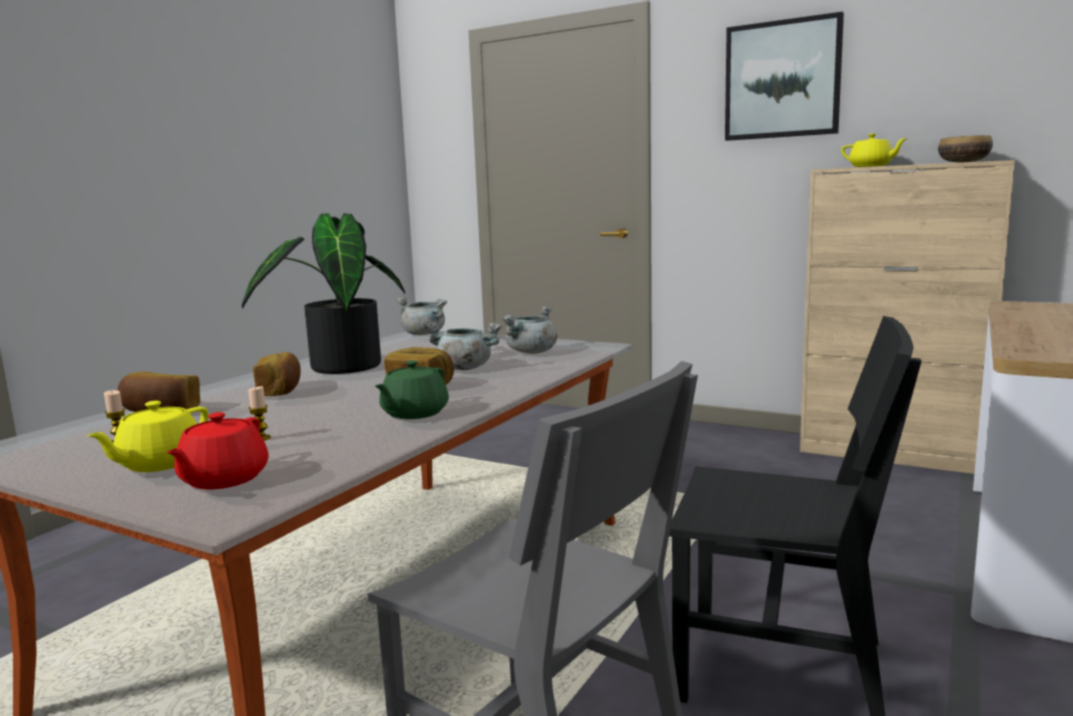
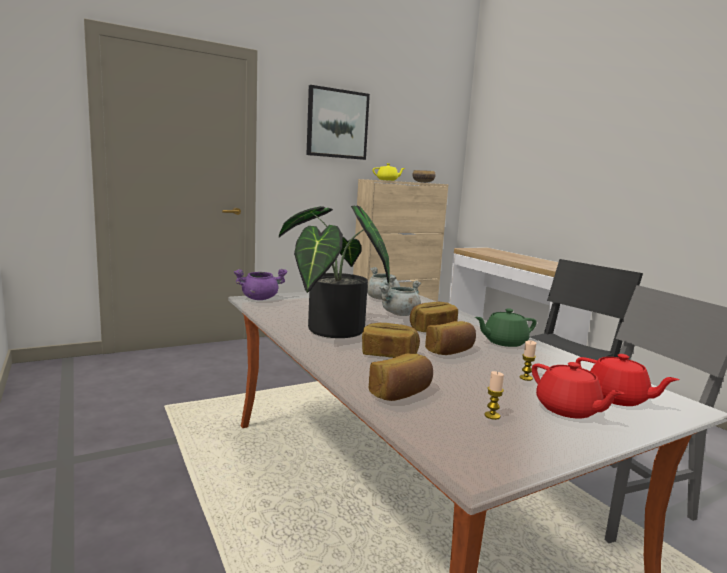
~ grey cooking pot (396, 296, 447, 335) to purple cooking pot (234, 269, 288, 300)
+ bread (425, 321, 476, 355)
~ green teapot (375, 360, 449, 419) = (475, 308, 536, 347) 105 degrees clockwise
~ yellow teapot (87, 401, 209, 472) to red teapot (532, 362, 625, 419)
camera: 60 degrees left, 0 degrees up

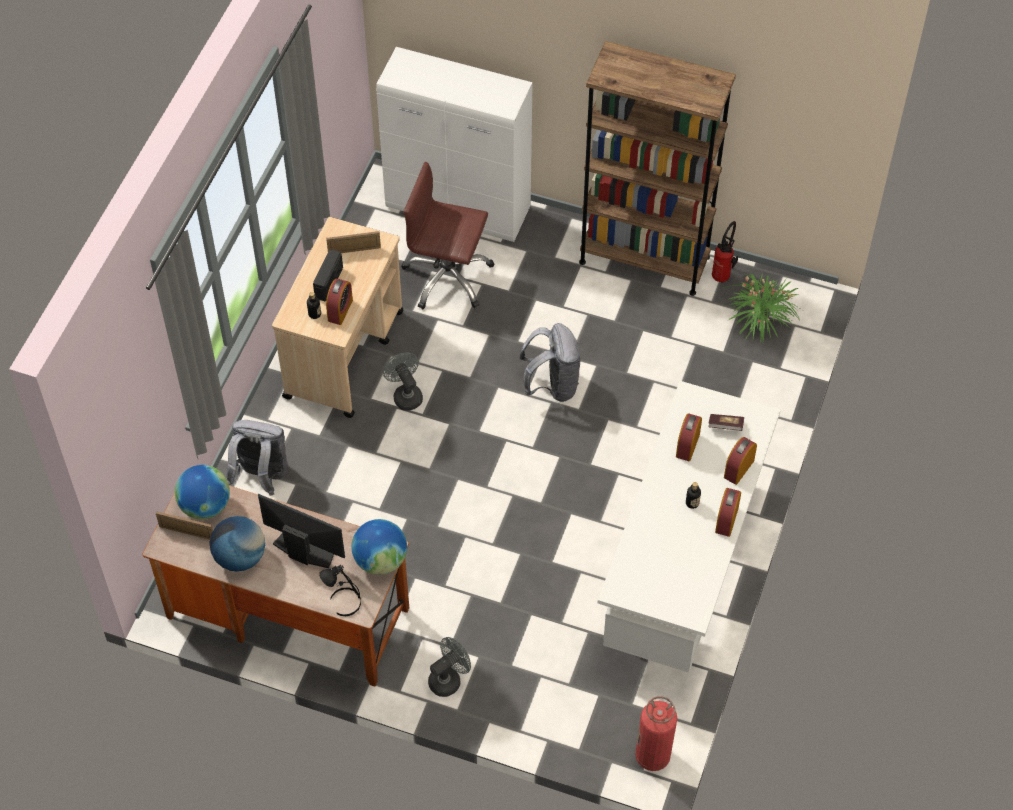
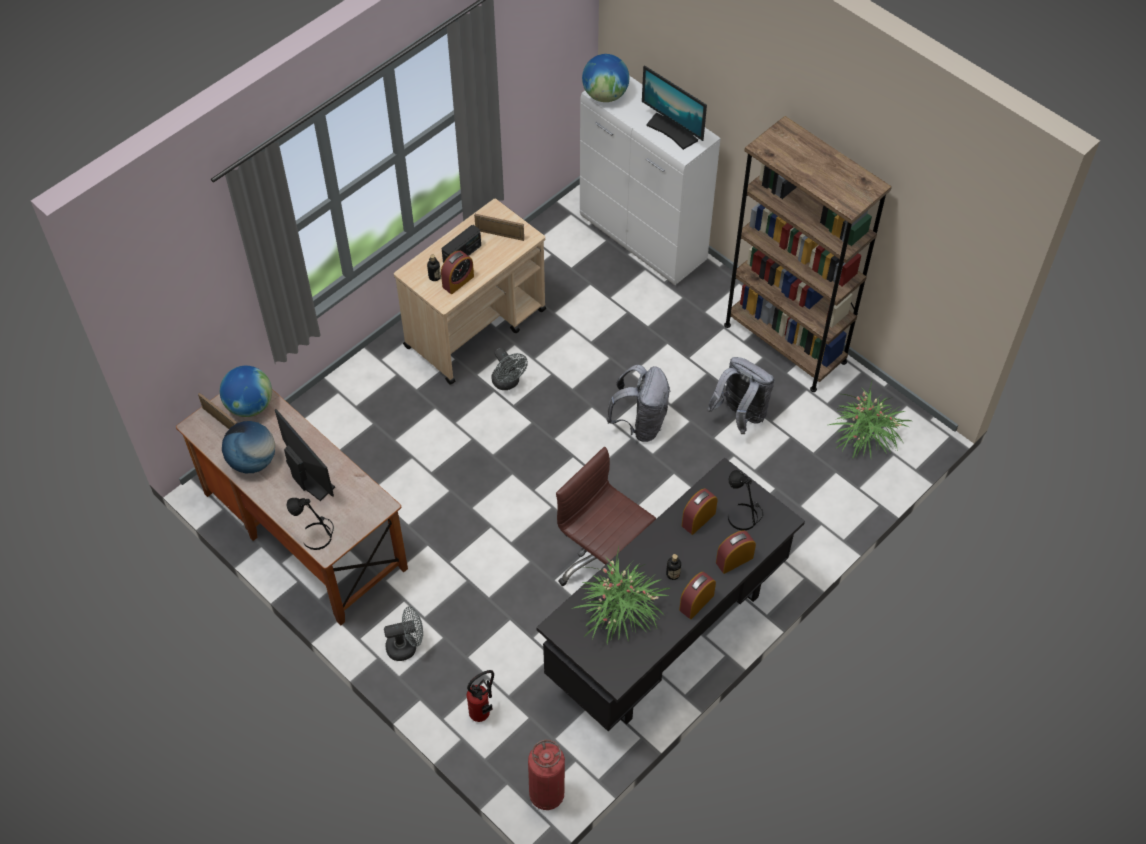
~ fire extinguisher (712, 221, 738, 283) to (467, 670, 494, 722)
~ grey fan (383, 353, 423, 411) = (491, 348, 528, 390) 150 degrees clockwise
~ white desk (598, 381, 781, 673) to black desk (536, 457, 805, 731)
~ brown office chair (401, 162, 494, 309) to (556, 447, 656, 586)
+ potted plant (574, 547, 670, 644)
~ globe (352, 519, 407, 575) to (582, 54, 629, 102)
+ monitor (642, 66, 707, 150)
~ grey backpack (227, 420, 288, 496) to (707, 357, 774, 434)
~ book (708, 414, 744, 431) to black table lamp (728, 470, 763, 531)
camera: 25 degrees right, 0 degrees up

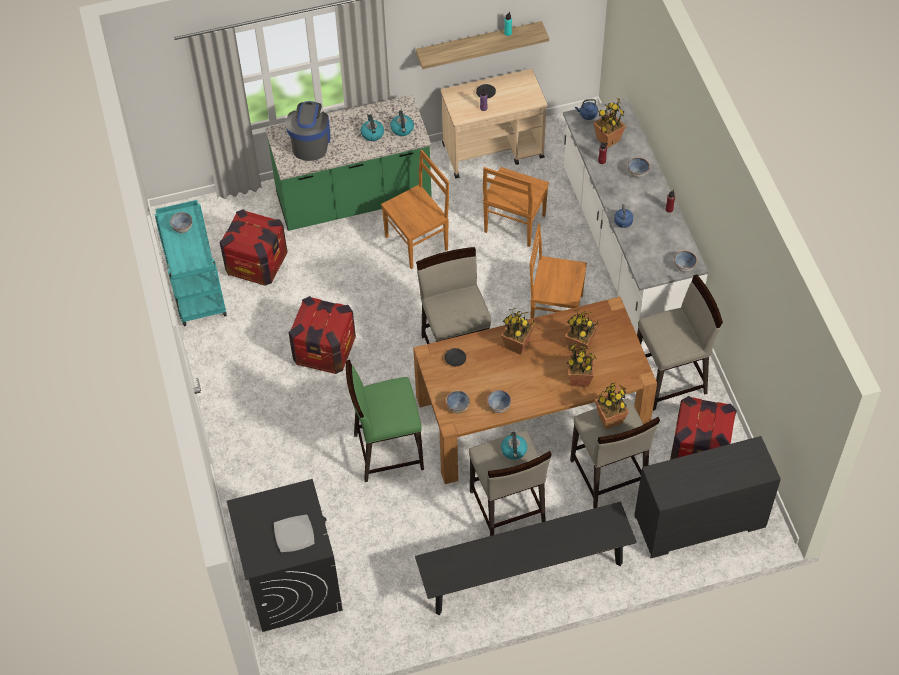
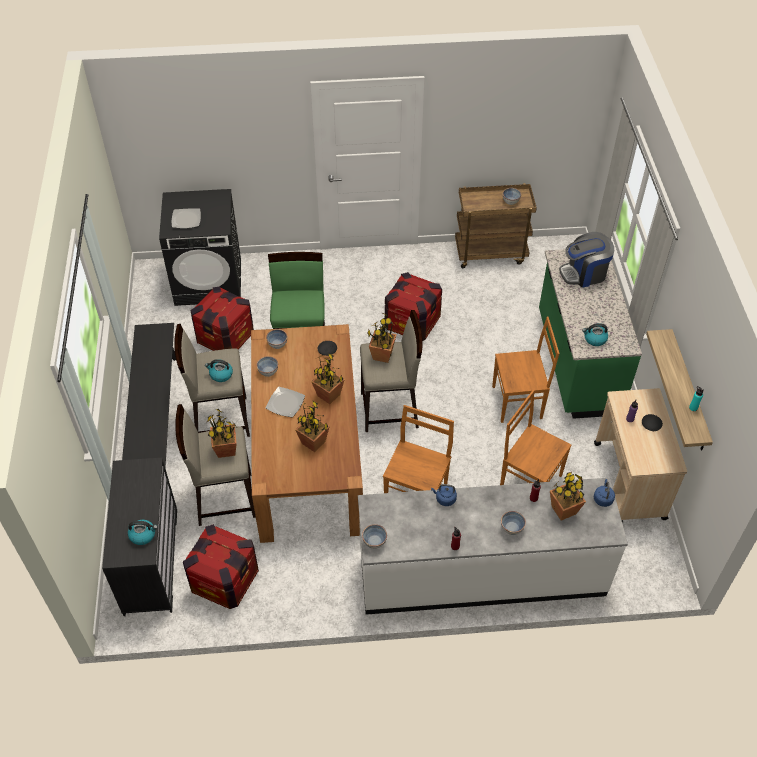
~ kettle (361, 114, 384, 141) to (128, 520, 158, 545)
~ crate (220, 209, 288, 286) to (191, 286, 254, 351)
+ plate (266, 387, 305, 417)
~ potted plant (567, 339, 597, 387) to (367, 313, 397, 363)
~ turquoise cart (154, 200, 227, 326) to brown cart (455, 183, 537, 268)
~ brown chair (381, 149, 449, 269) = (492, 317, 560, 423) 75 degrees counterclockwise
~ coffee machine (286, 101, 331, 161) = (559, 232, 614, 288) 150 degrees clockwise
- beige stool (637, 275, 723, 411)
camera: 100 degrees right, 5 degrees down

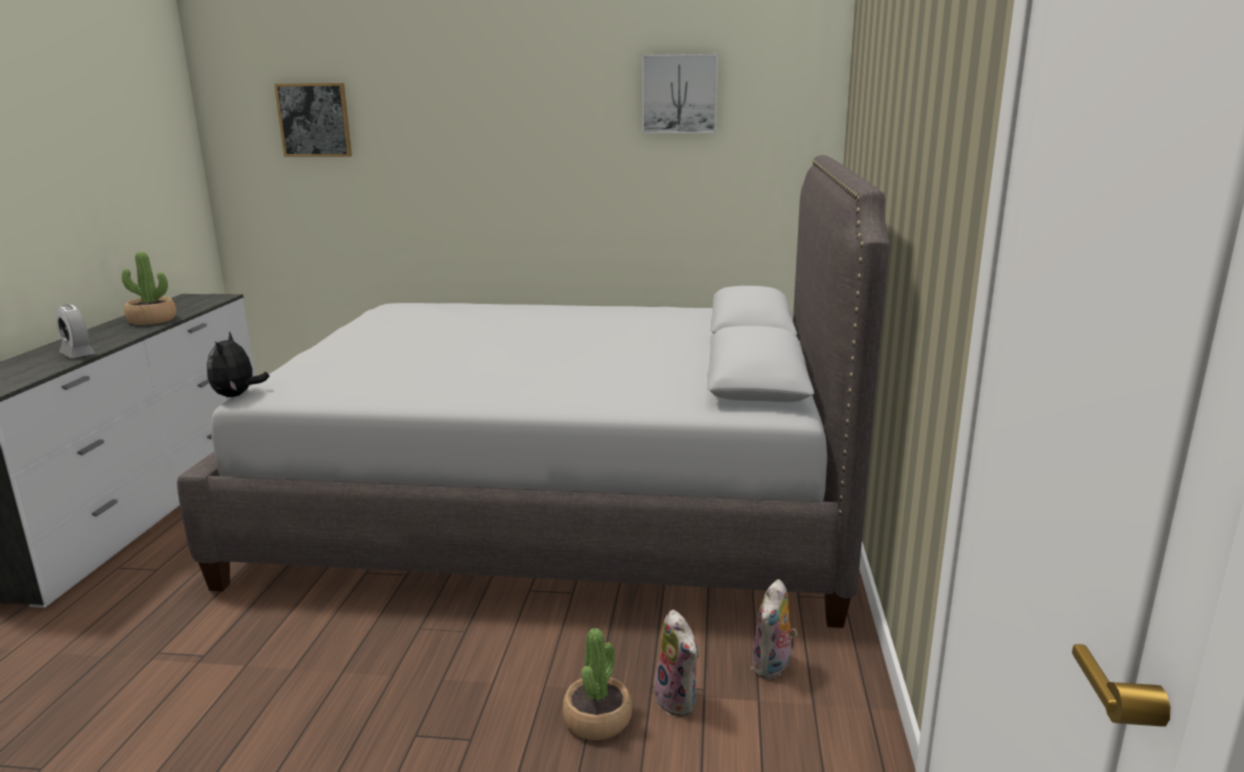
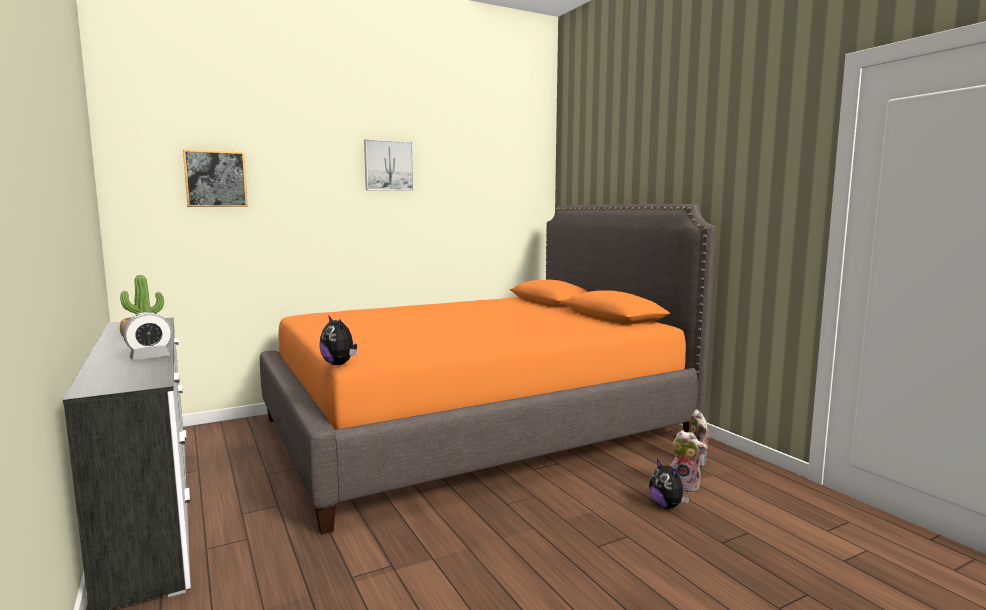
~ alarm clock (56, 305, 96, 358) = (123, 312, 172, 360) 45 degrees counterclockwise
~ grey bed (177, 155, 889, 628) to orange bed (260, 204, 716, 535)
~ picture (642, 54, 718, 133) to (364, 139, 414, 191)
~ potted plant (562, 628, 632, 740) to plush toy (649, 459, 689, 509)
camera: 35 degrees left, 10 degrees down

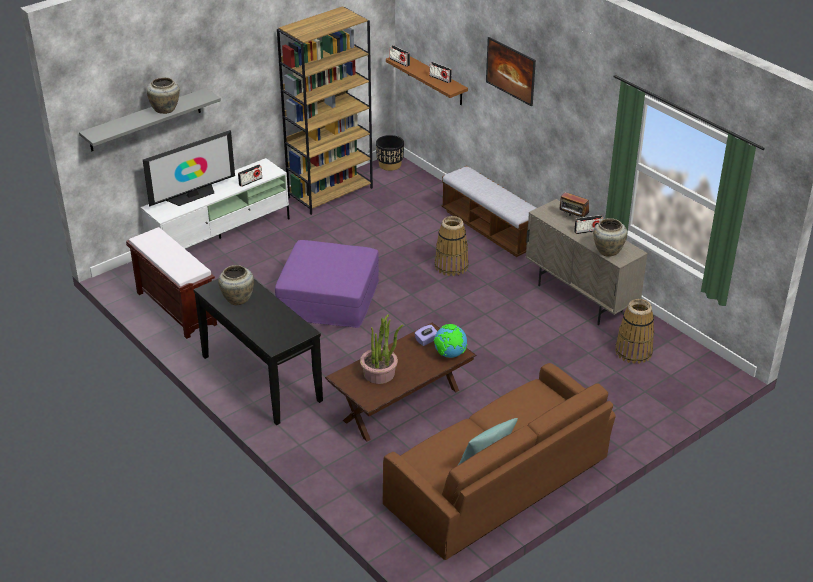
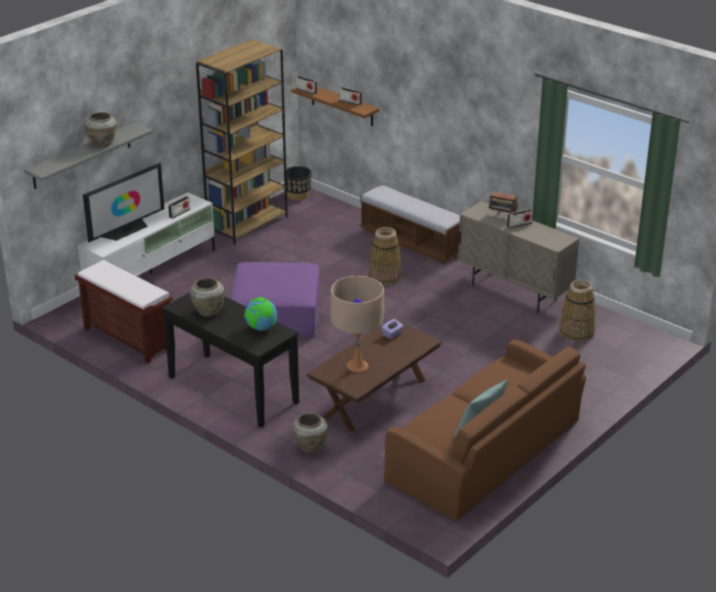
~ globe (434, 324, 467, 358) to (244, 297, 277, 331)
~ beige vase (593, 218, 627, 257) to (292, 413, 328, 453)
~ potted plant (360, 314, 403, 384) to beige table lamp (331, 276, 384, 372)
- picture (486, 37, 536, 106)
camera: 10 degrees left, 5 degrees down

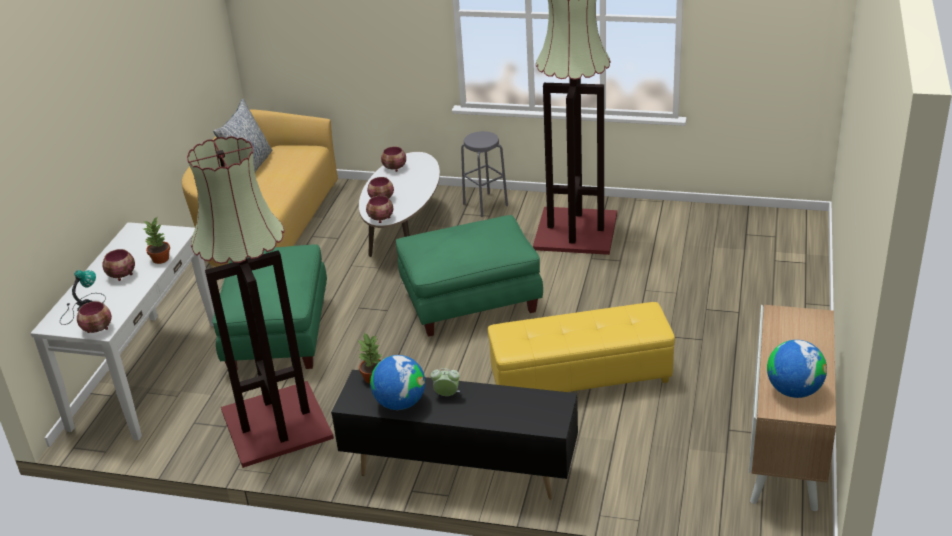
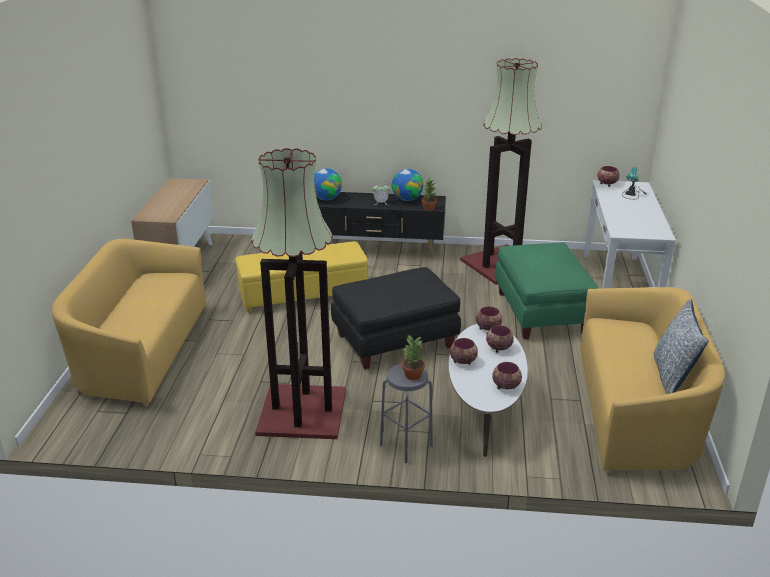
+ yellow sofa (52, 239, 206, 407)
~ globe (767, 340, 827, 398) to (314, 168, 342, 200)
~ green ottoman (396, 215, 543, 337) to black ottoman (331, 267, 461, 369)
~ potted plant (143, 218, 170, 264) to (402, 335, 425, 380)
~ bowl (102, 249, 135, 281) to (450, 338, 478, 365)
camera: 170 degrees right, 5 degrees down

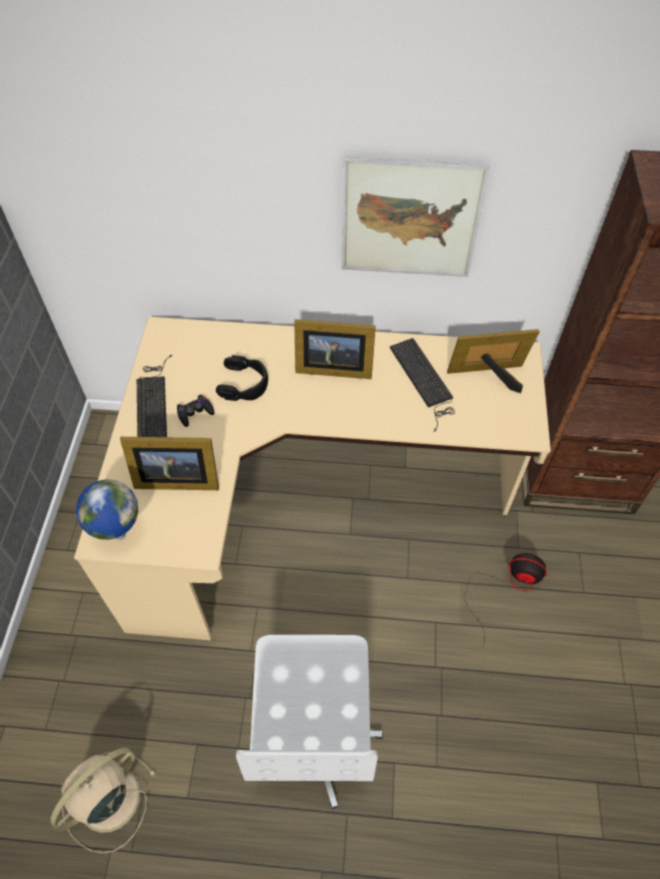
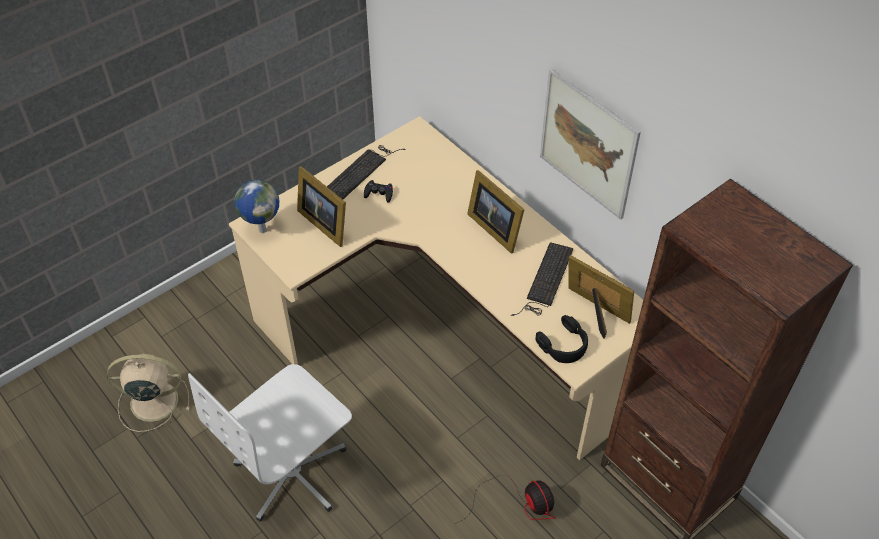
~ black headphones (216, 355, 268, 401) to (535, 315, 588, 363)
camera: 45 degrees right, 5 degrees down

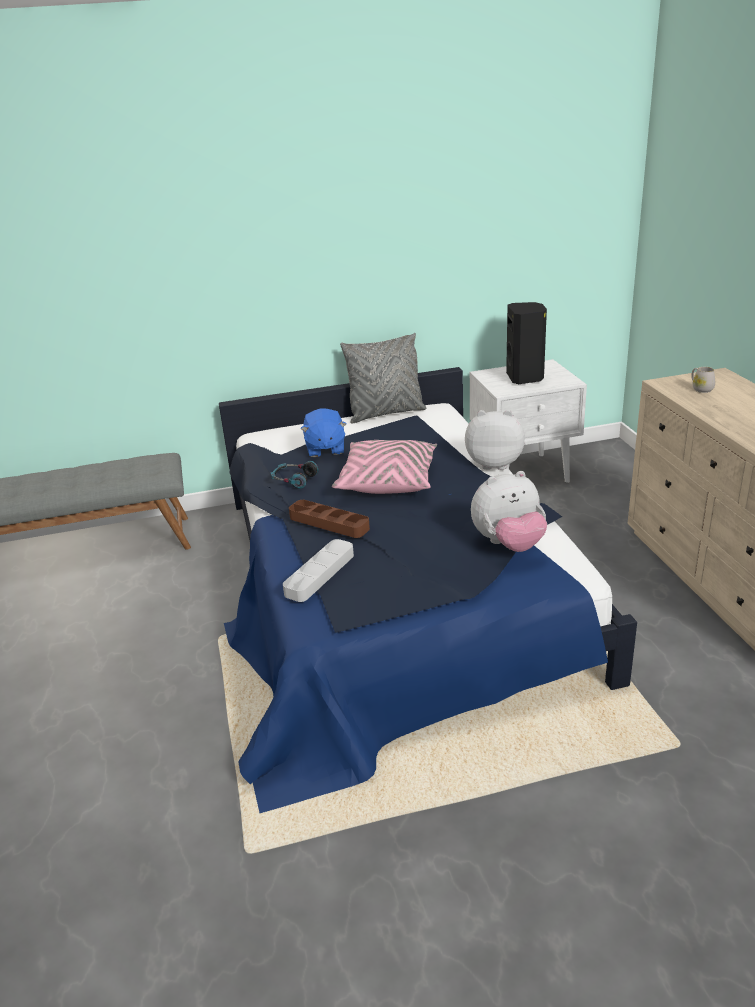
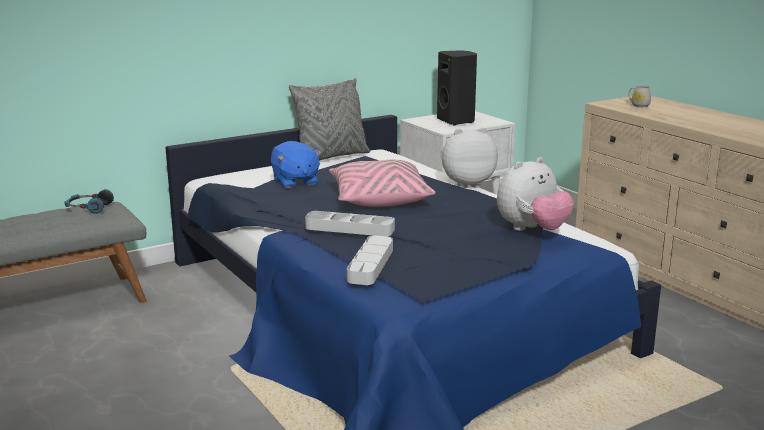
~ headphones (271, 461, 319, 489) to (64, 189, 114, 214)
~ brown tray (289, 500, 370, 538) to grey tray (305, 211, 395, 236)
camera: 20 degrees left, 10 degrees down

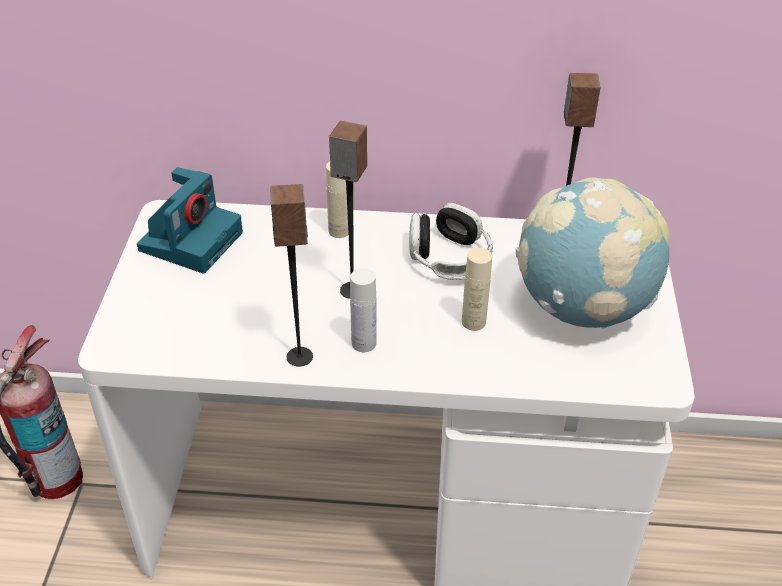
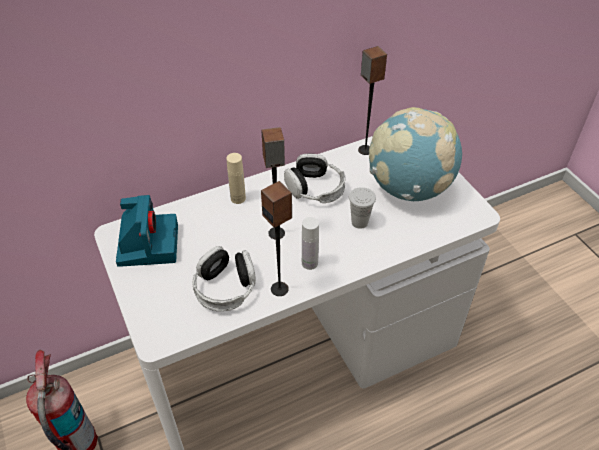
+ headphones (192, 246, 256, 312)
~ beige bottle (462, 248, 492, 331) to white cup (349, 187, 376, 229)
camera: 30 degrees left, 5 degrees up

